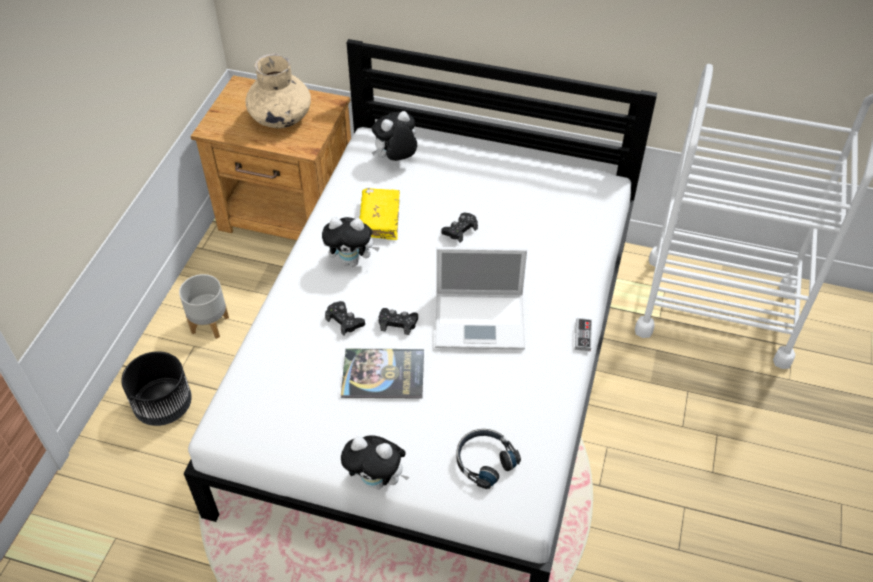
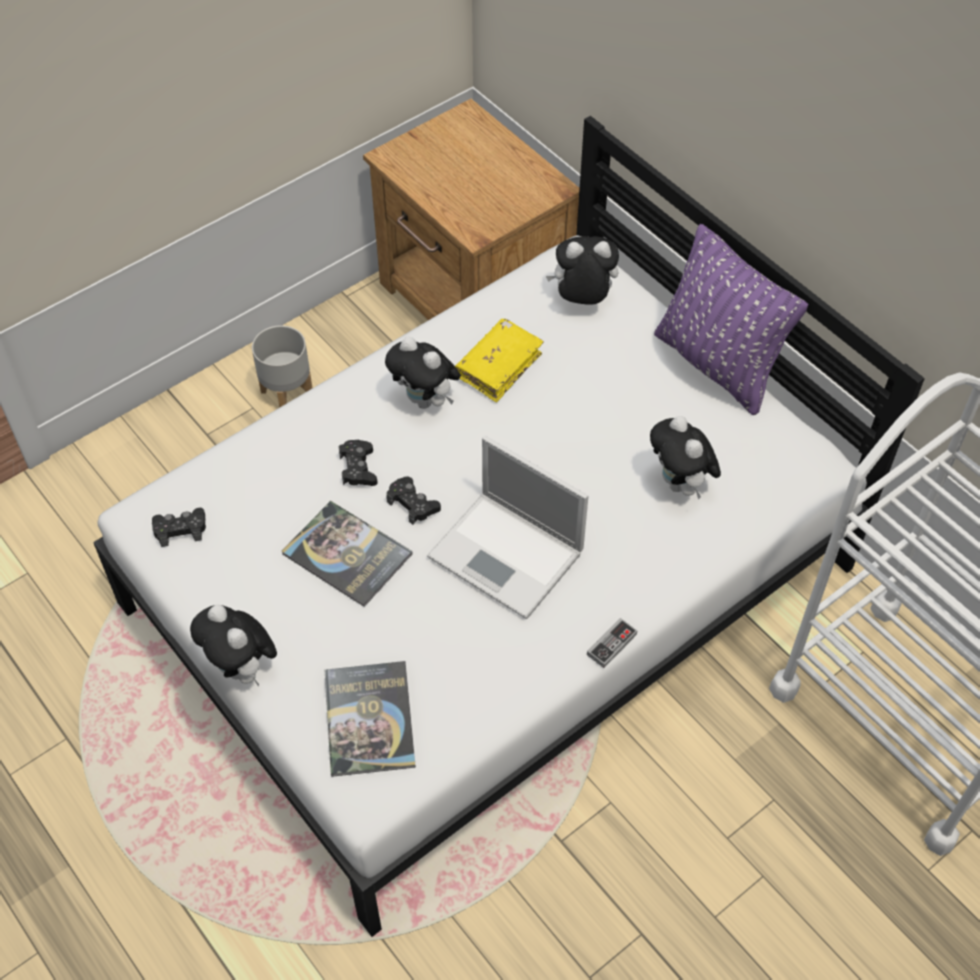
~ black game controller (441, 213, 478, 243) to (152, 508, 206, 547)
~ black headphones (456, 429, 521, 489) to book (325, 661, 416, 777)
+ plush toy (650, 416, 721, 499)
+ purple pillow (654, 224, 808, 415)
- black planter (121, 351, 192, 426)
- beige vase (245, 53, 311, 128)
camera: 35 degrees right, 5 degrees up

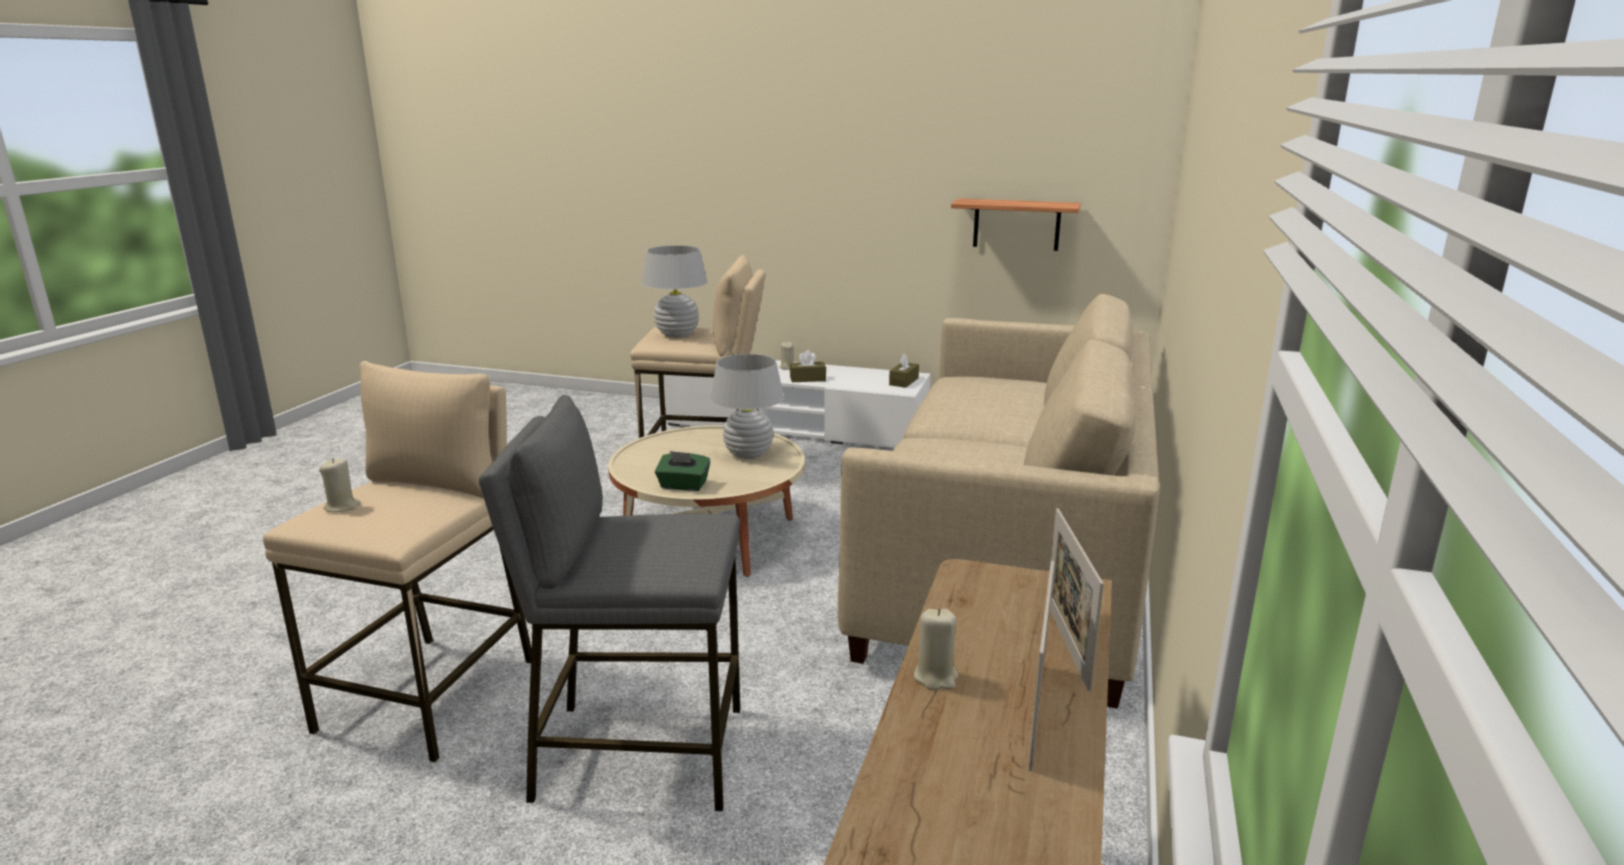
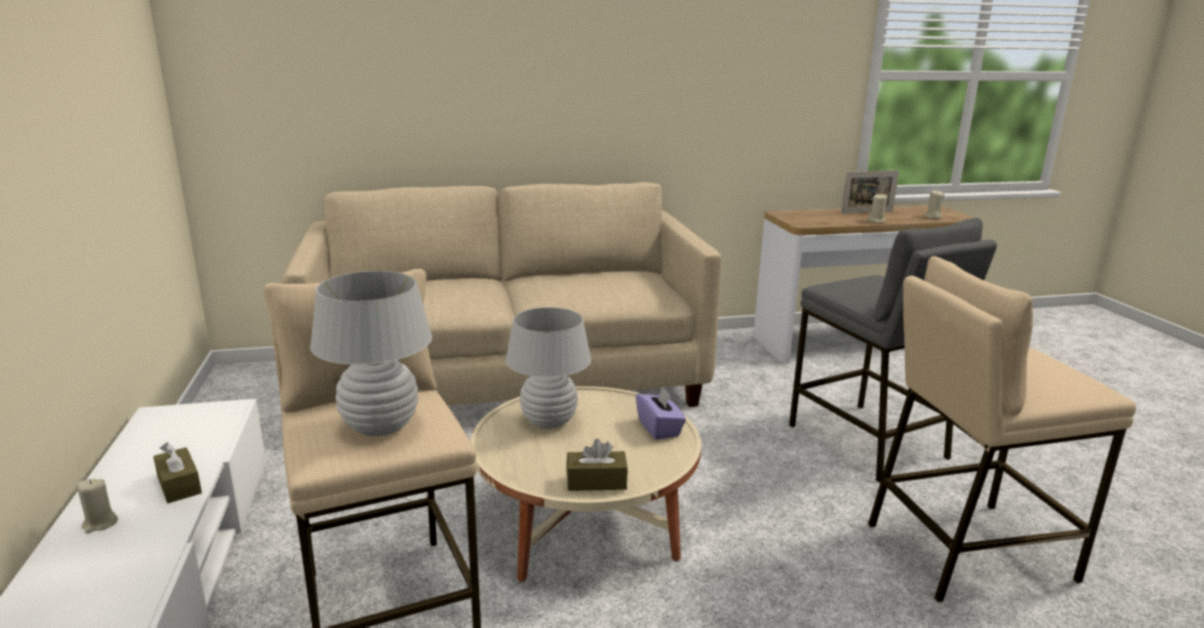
~ brown tissue box (889, 353, 919, 388) to (566, 439, 628, 491)
~ green tissue box (655, 451, 710, 491) to purple tissue box (636, 387, 686, 440)
~ beige candle (319, 458, 361, 512) to (923, 190, 945, 219)
- shelf (951, 198, 1081, 251)
- picture frame (1050, 508, 1104, 691)
camera: 120 degrees left, 0 degrees up

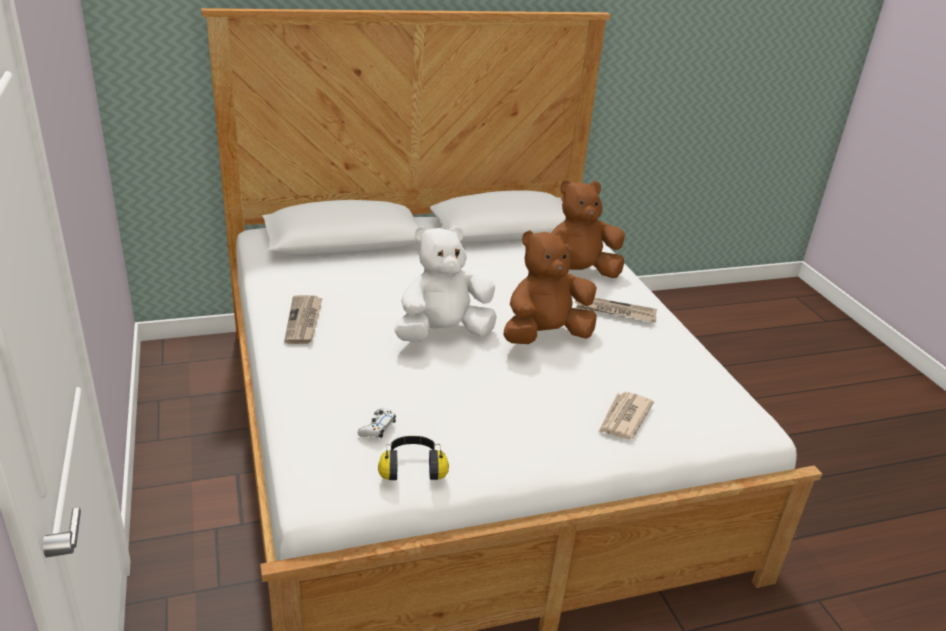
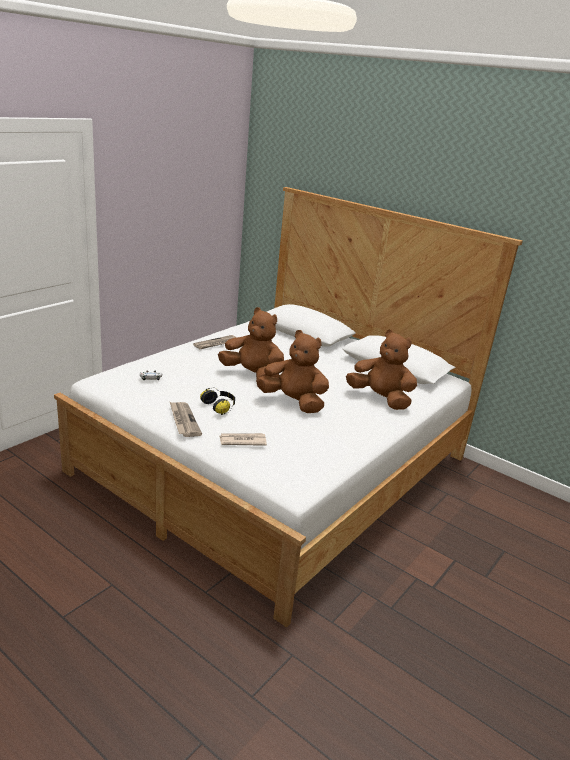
~ newspaper (574, 298, 657, 322) to (170, 402, 202, 437)
~ headphones (378, 436, 449, 480) to (200, 387, 235, 415)
~ white plush toy (394, 225, 497, 342) to brown plush toy (218, 307, 284, 378)
camera: 55 degrees right, 5 degrees down

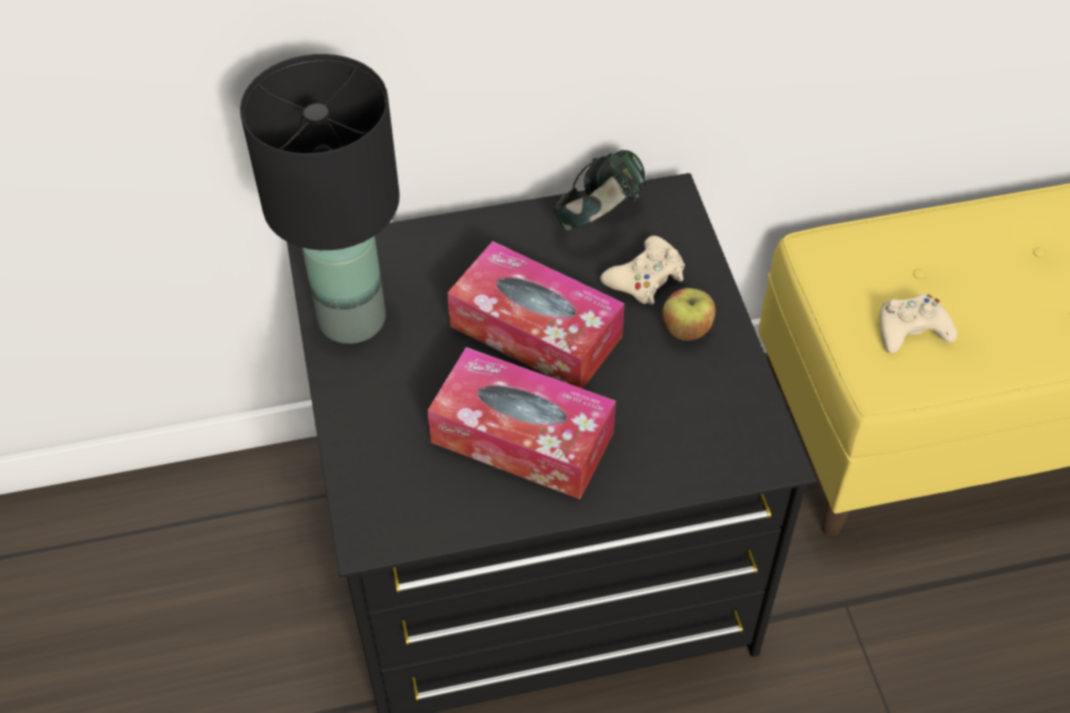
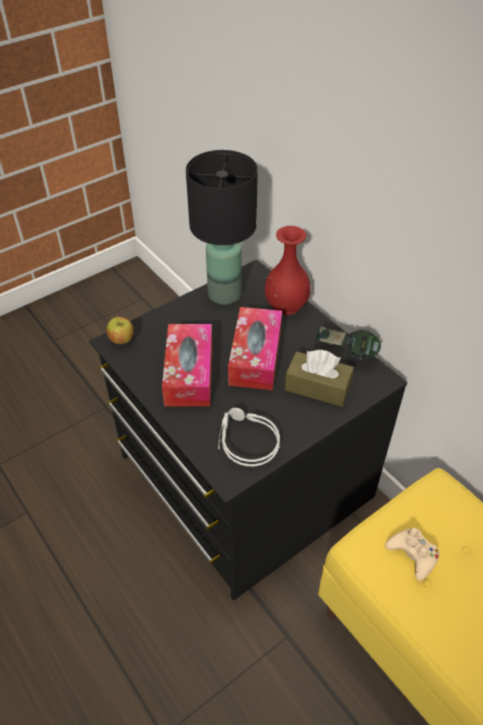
~ apple (662, 288, 716, 340) to (106, 317, 134, 344)
+ grey headphones (218, 408, 280, 466)
+ red vase (265, 226, 311, 315)
~ beige game controller (600, 236, 685, 305) to brown tissue box (285, 350, 354, 407)
camera: 65 degrees right, 5 degrees down

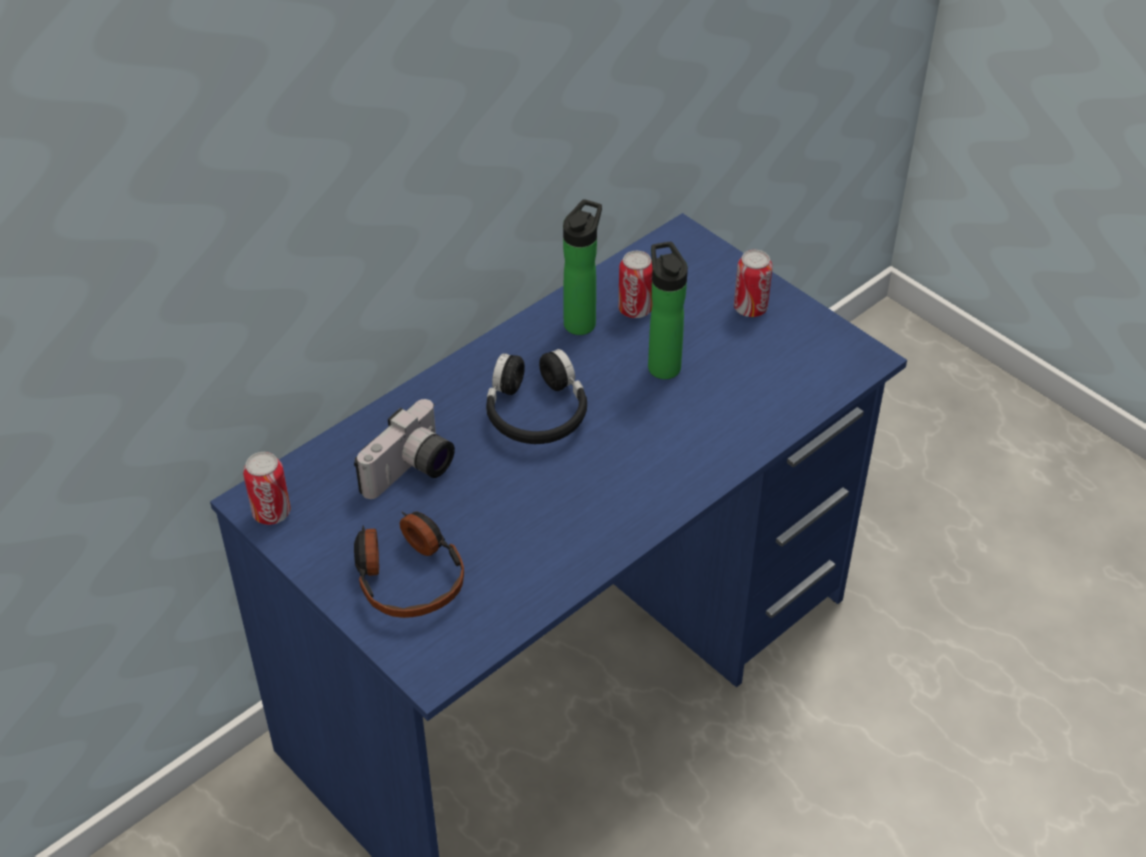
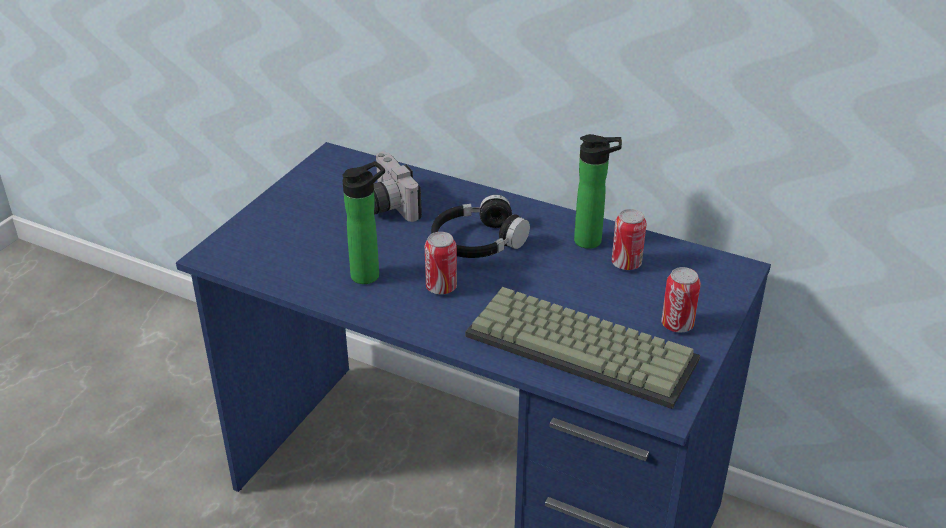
~ bottle (648, 242, 688, 379) to (342, 161, 385, 284)
~ photo camera (354, 399, 455, 499) = (374, 152, 422, 222) 45 degrees clockwise
~ can (243, 452, 291, 525) to (425, 232, 457, 294)
+ keyboard (465, 287, 700, 409)
- headphones (354, 511, 464, 618)
camera: 70 degrees right, 10 degrees down

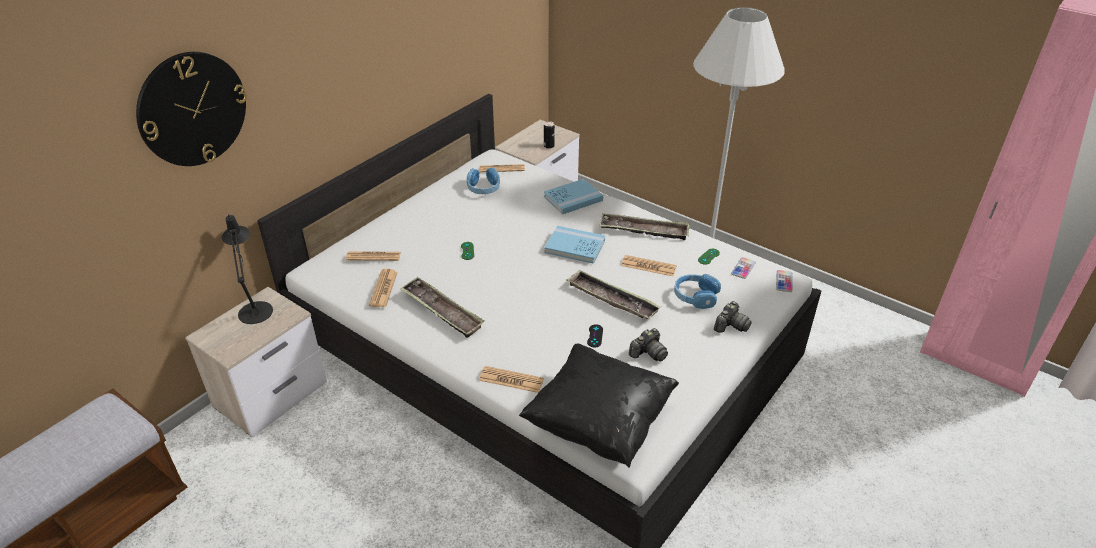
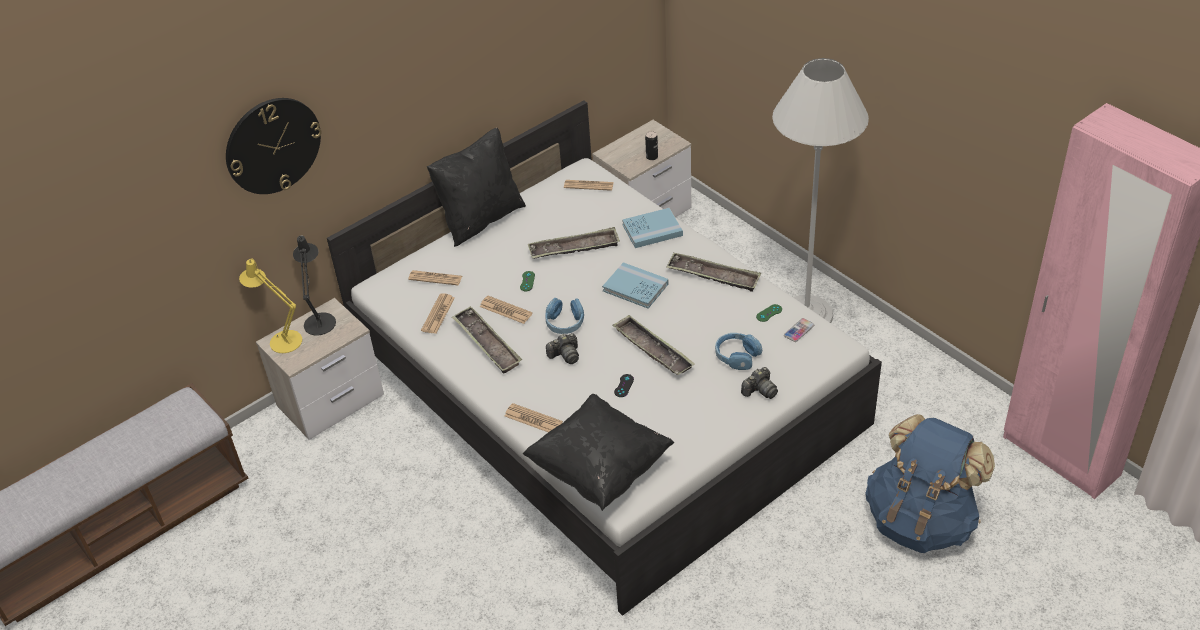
+ yellow table lamp (239, 258, 302, 353)
+ black pillow (427, 128, 526, 247)
~ newspaper (621, 255, 677, 276) to (480, 296, 532, 324)
+ tray (528, 227, 620, 259)
~ blue headphones (467, 167, 500, 194) to (546, 298, 584, 334)
~ photo camera (629, 328, 668, 362) to (546, 333, 579, 364)
+ blue backpack (865, 414, 995, 553)
- phone (776, 270, 793, 292)
camera: 15 degrees right, 5 degrees up

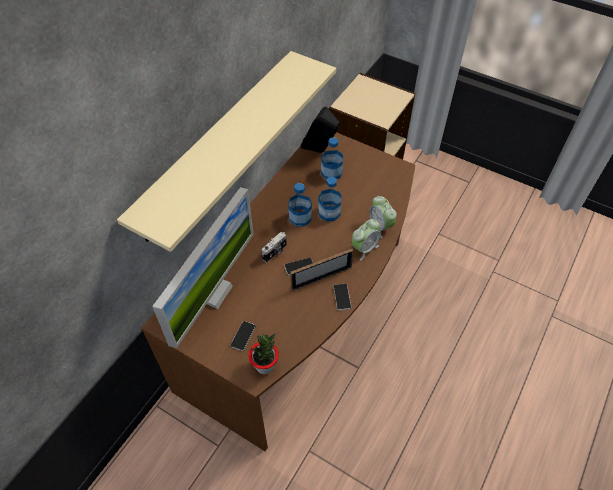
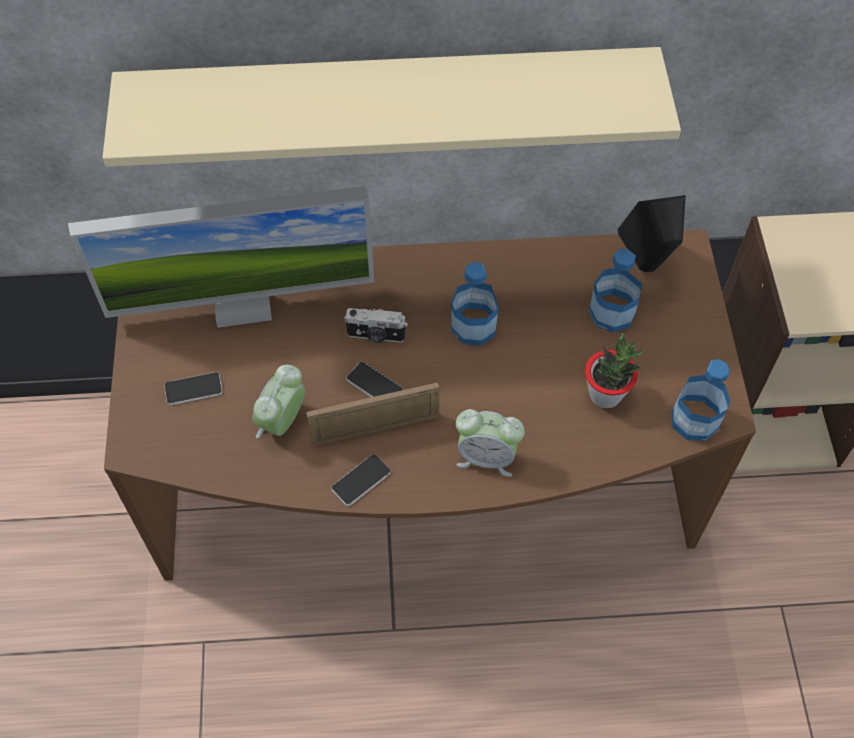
~ alarm clock (369, 196, 397, 238) to (253, 365, 305, 438)
~ picture frame (290, 249, 354, 291) = (306, 382, 440, 446) 135 degrees clockwise
~ potted plant (248, 333, 279, 374) to (585, 333, 644, 408)
~ bottle (318, 177, 341, 222) to (671, 359, 731, 441)
camera: 55 degrees right, 5 degrees up

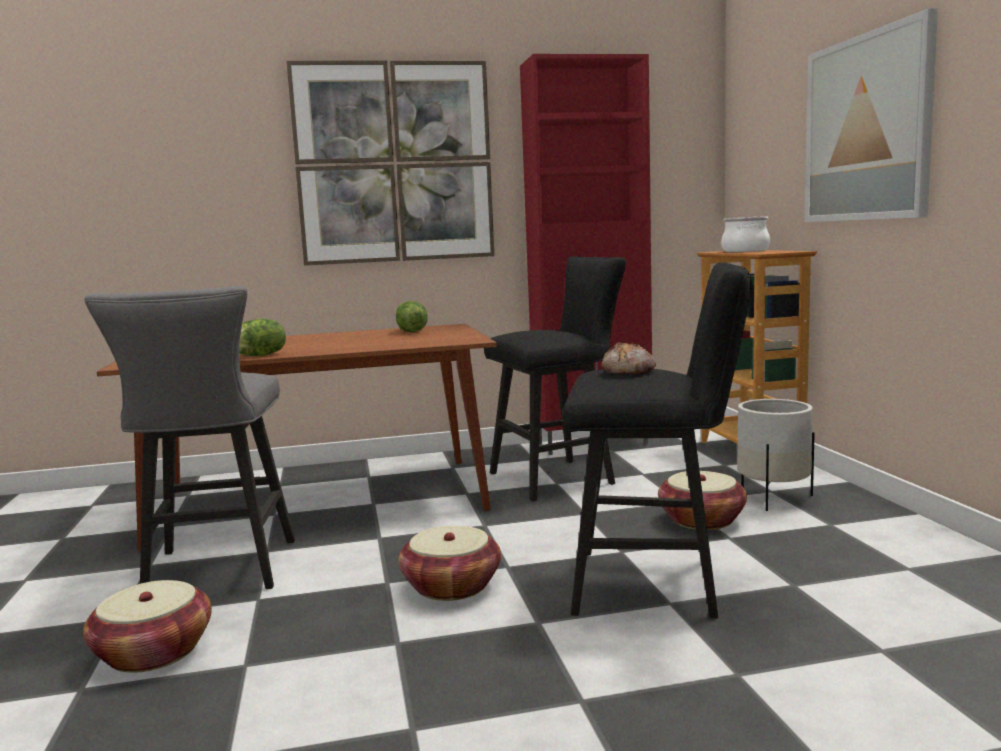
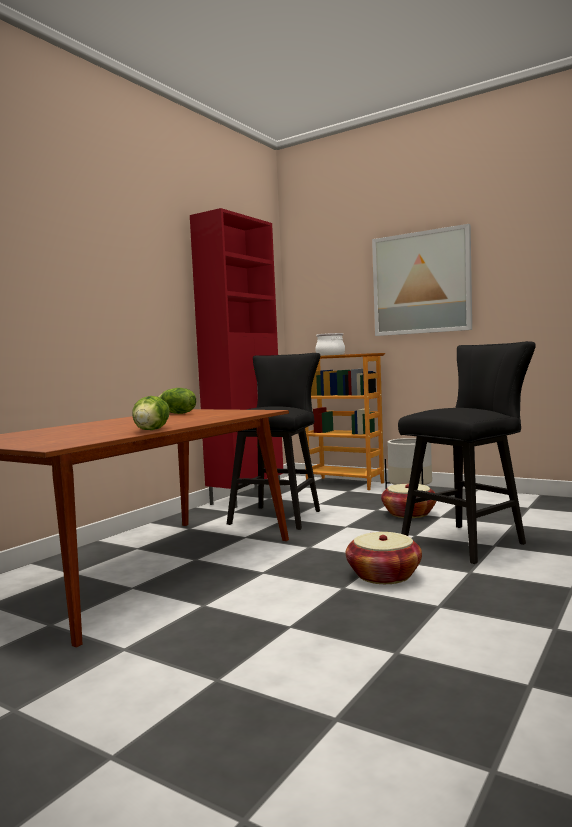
- basket (83, 580, 212, 673)
- grey stool (84, 286, 295, 589)
- picture (286, 60, 495, 266)
- bread (601, 342, 656, 375)
camera: 45 degrees left, 5 degrees down

